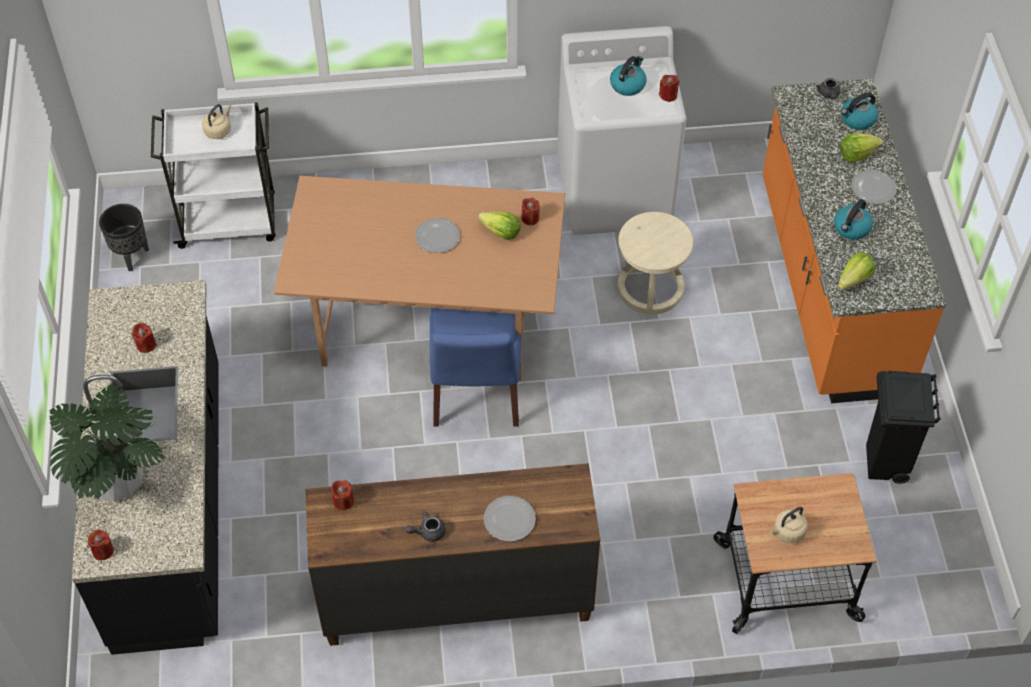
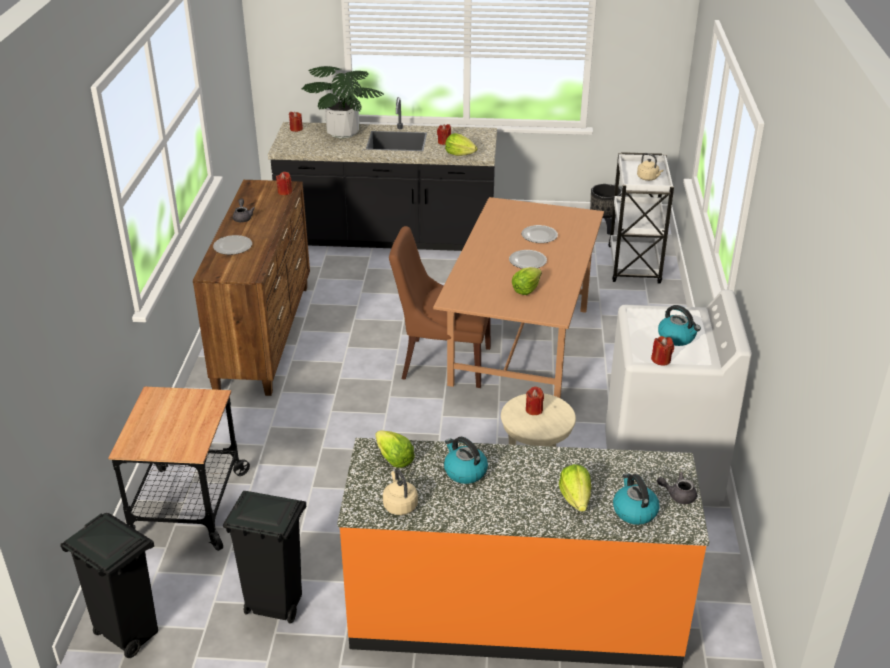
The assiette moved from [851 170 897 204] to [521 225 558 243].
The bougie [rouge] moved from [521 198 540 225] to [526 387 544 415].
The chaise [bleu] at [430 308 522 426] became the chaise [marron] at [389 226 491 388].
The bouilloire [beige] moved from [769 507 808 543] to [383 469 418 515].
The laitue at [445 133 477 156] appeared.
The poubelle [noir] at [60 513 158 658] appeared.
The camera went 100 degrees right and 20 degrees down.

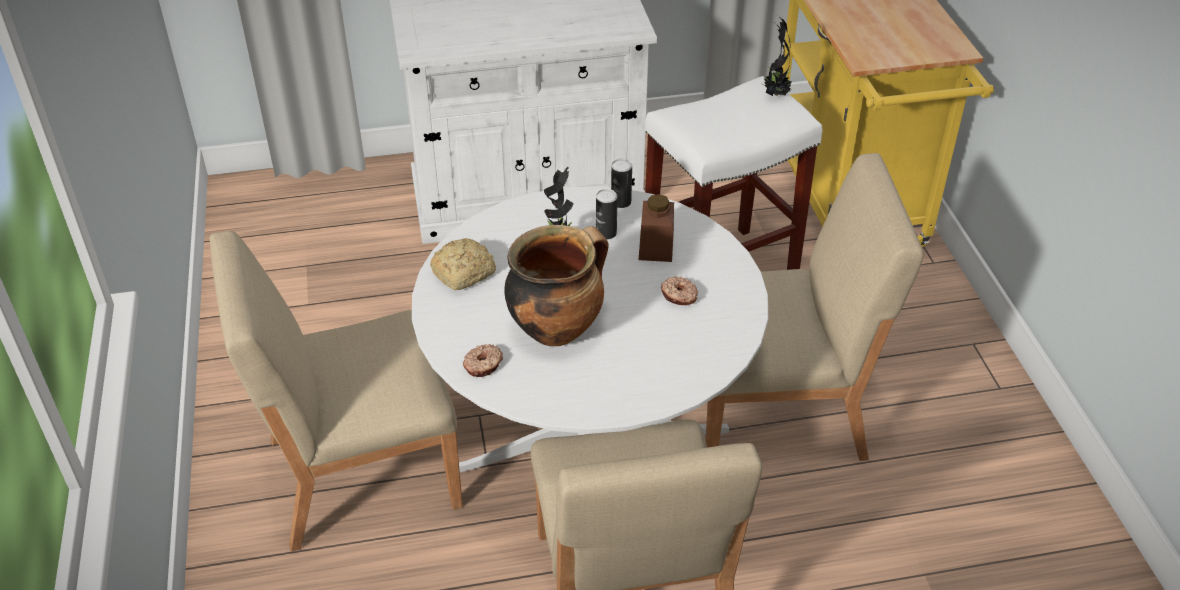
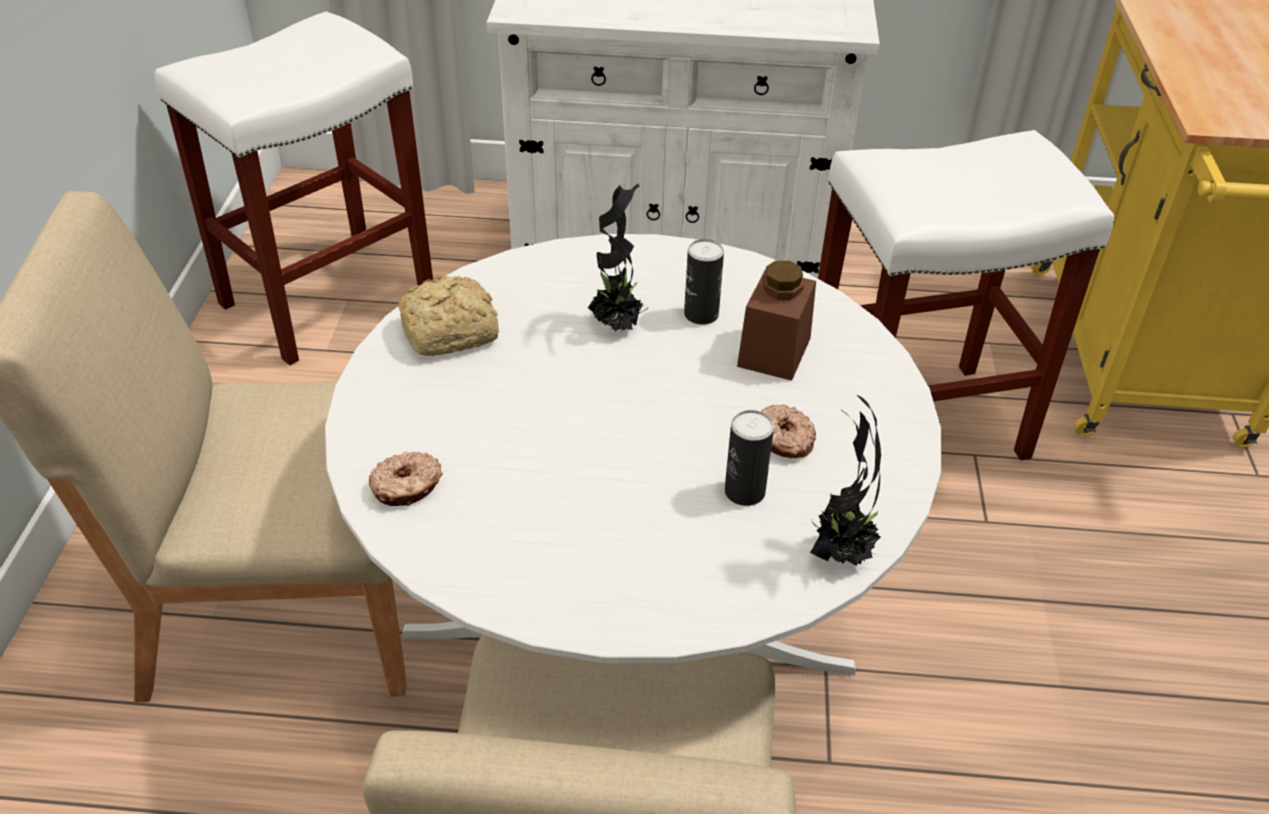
The plante en pot moved from [764 16 792 96] to [810 395 881 566].
The chaise [beige] at [705 153 924 461] disappeared.
The boîte métallique moved from [611 159 632 208] to [725 410 774 506].
The marmite at [504 225 609 346] disappeared.
The tabouret [blanc] at [155 11 433 366] appeared.
The camera went 15 degrees right and 0 degrees up.

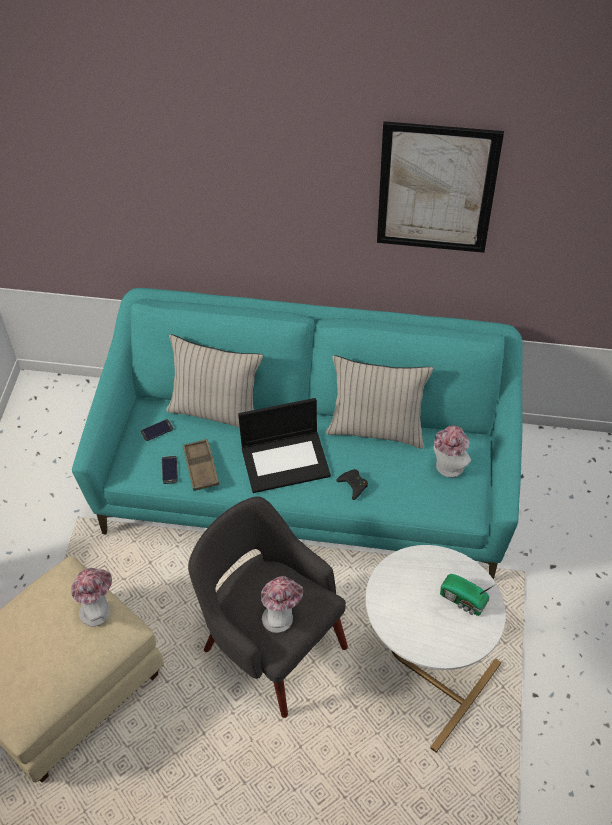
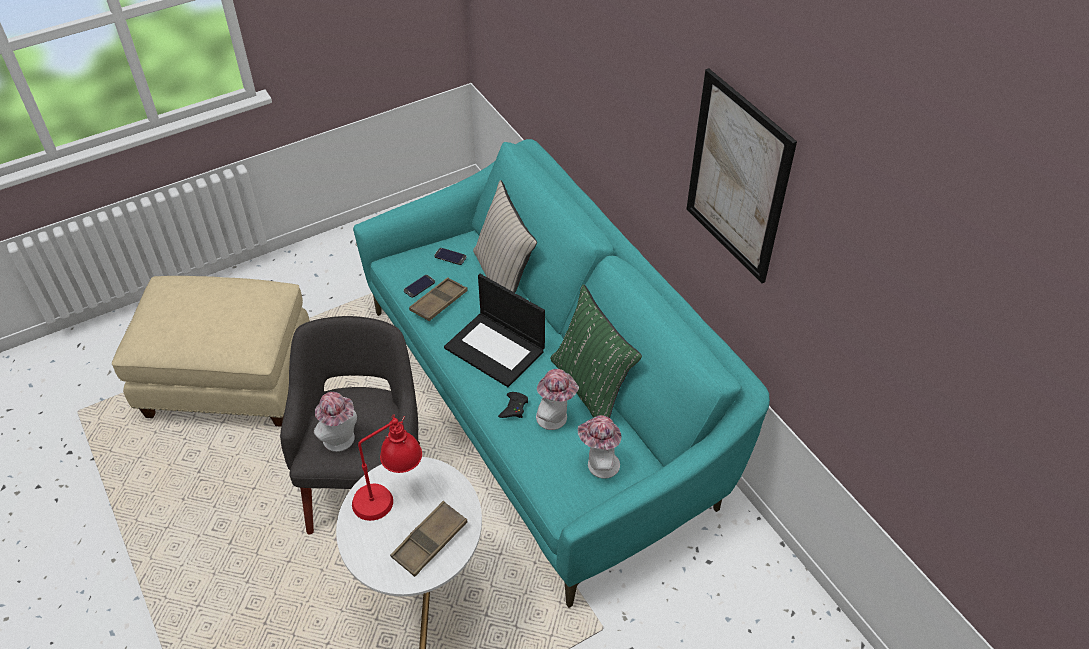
The coussin [beige] at [326 355 433 449] became the coussin [vert] at [550 284 642 418].
The chapeau moved from [71 568 112 627] to [536 369 579 430].
The radio at [440 574 496 616] was replaced by the plateau [marron] at [390 501 468 577].
The lampe de table [rouge] at [352 414 422 521] appeared.
The camera went 50 degrees right and 5 degrees down.

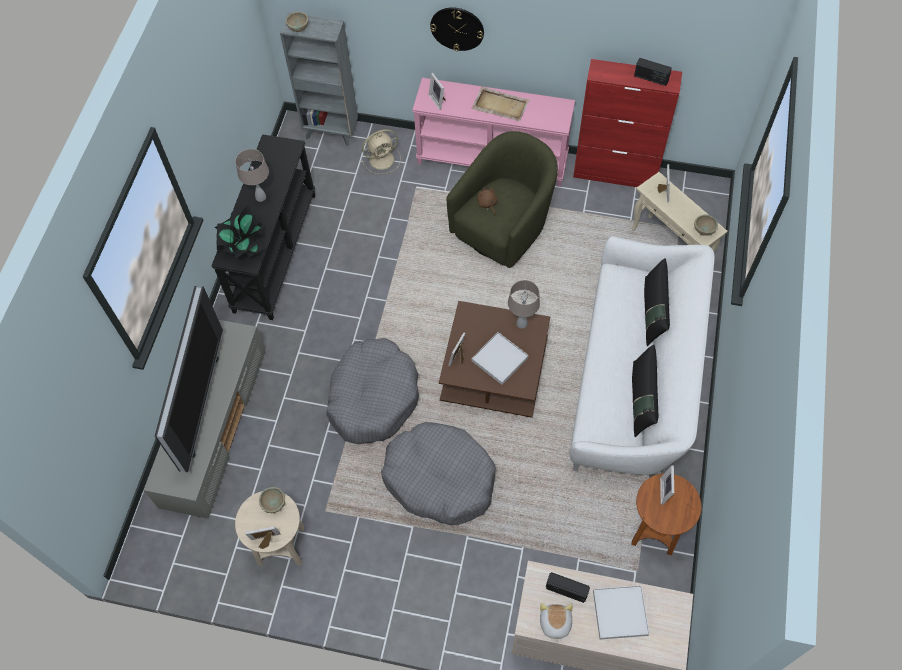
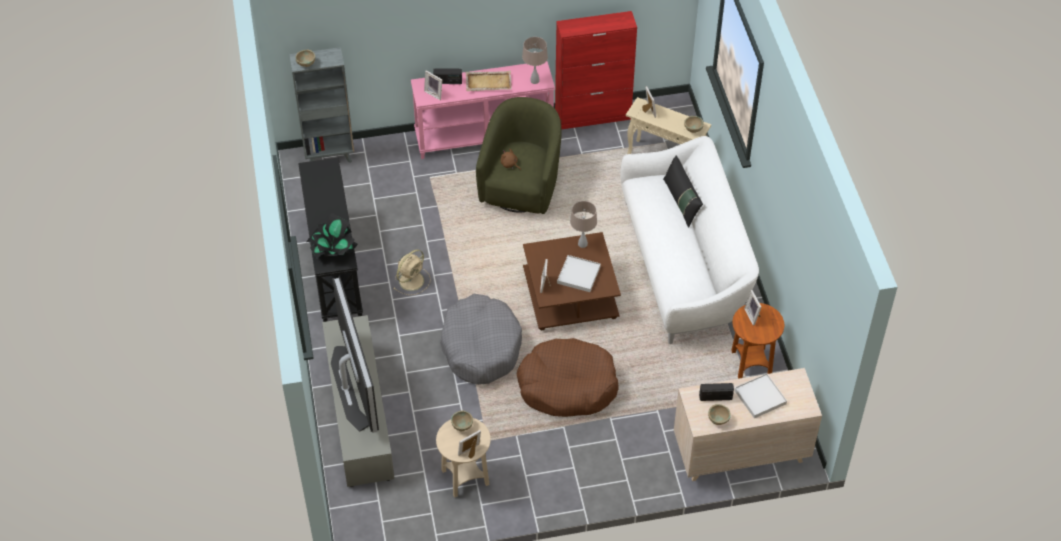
The horloge murale at [430 7 484 51] disappeared.
The radio moved from [634 58 672 86] to [433 68 462 84].
The ventilateur [beige] moved from [361 129 401 174] to [393 249 431 295].
The lampe de table [beige] moved from [235 149 269 202] to [522 37 548 84].
The coussin [noir] at [632 344 659 437] disappeared.
The panier pour chien [gris] at [381 422 496 525] became the panier pour chien [marron] at [517 338 619 417].
The peluche at [540 603 573 644] was replaced by the bol [beige] at [708 404 731 425].
The camera went 25 degrees left and 10 degrees down.

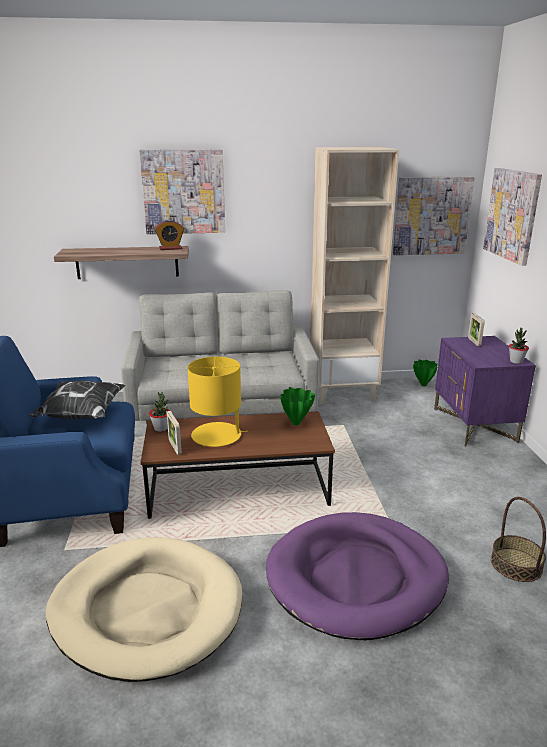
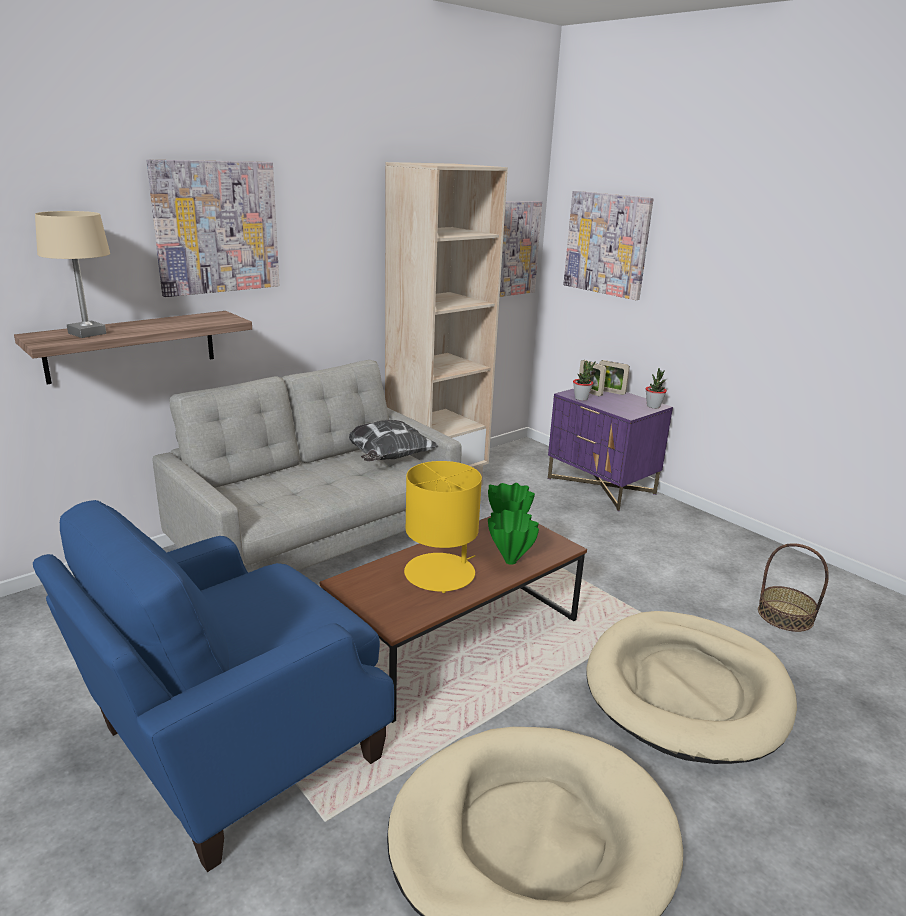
The réveil at [154 220 184 250] disappeared.
The vase [vert] moved from [413 360 438 386] to [488 510 539 565].
The coussin moved from [30 381 126 420] to [349 420 439 461].
The plante en pot moved from [149 392 170 432] to [573 361 596 401].
The cadre photo moved from [167 411 182 455] to [599 360 630 395].
The panier pour chien [violet] at [266 512 449 641] became the panier pour chien [beige] at [586 611 797 764].
The lampe de table [beige] at [35 211 110 338] appeared.
The camera went 35 degrees left and 0 degrees up.

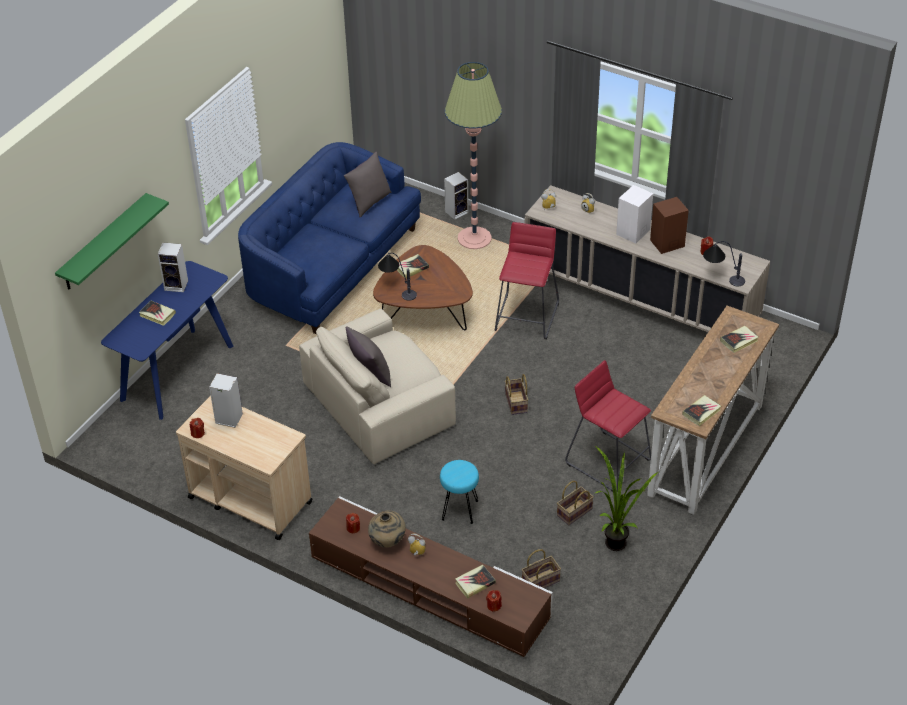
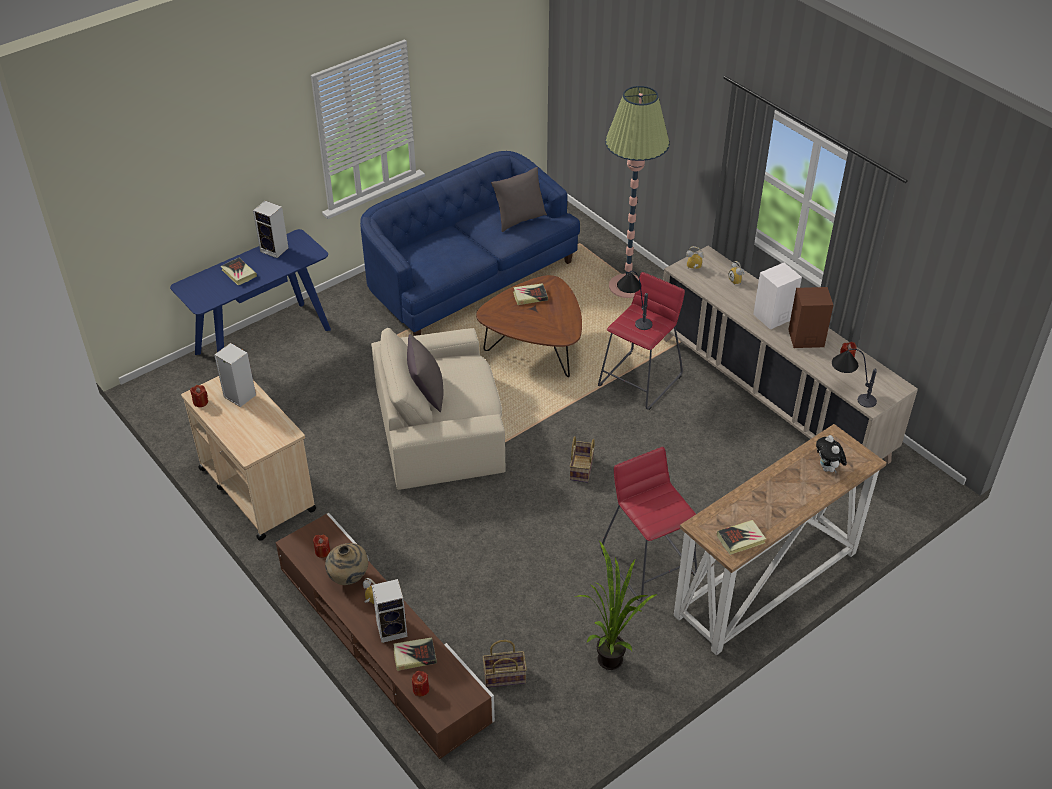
The enceinte moved from [444 172 469 220] to [372 579 407 643].
The étagère [vert] at [55 193 169 290] disappeared.
The lampe de table moved from [378 253 417 301] to [617 271 652 330].
The livre at [720 326 759 353] was replaced by the peluche at [816 435 847 474].
The tabouret [turquoise] at [440 460 479 524] disappeared.
The panier at [557 481 594 525] disappeared.
The camera went 20 degrees right and 0 degrees up.

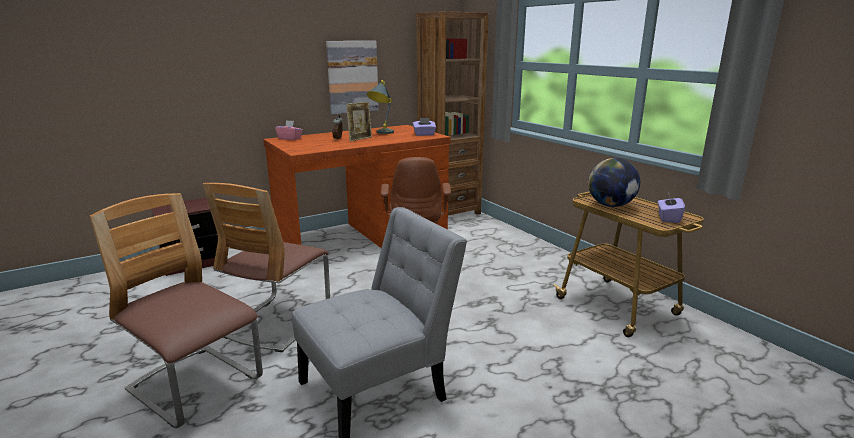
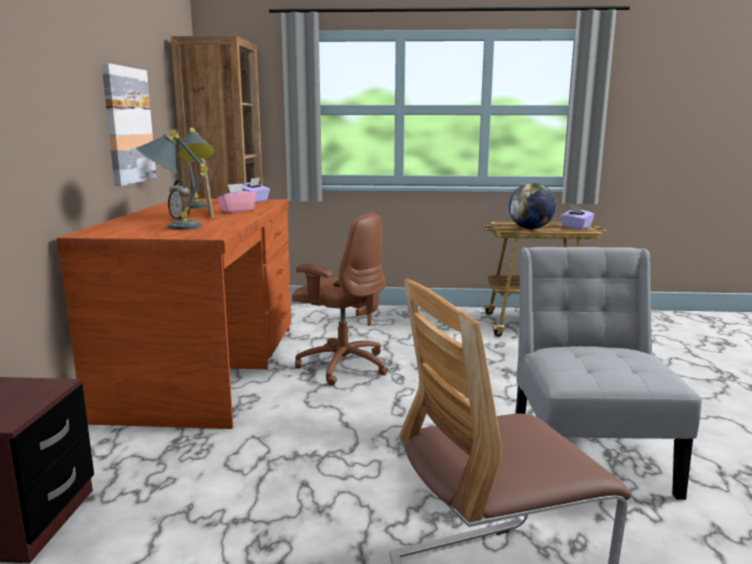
The boîte à mouchoirs [rose] moved from [275 120 303 140] to [217 183 257 213].
The chaise at [203 183 330 352] disappeared.
The lampe de table [gris] at [136 129 208 230] appeared.
The camera went 55 degrees left and 5 degrees down.

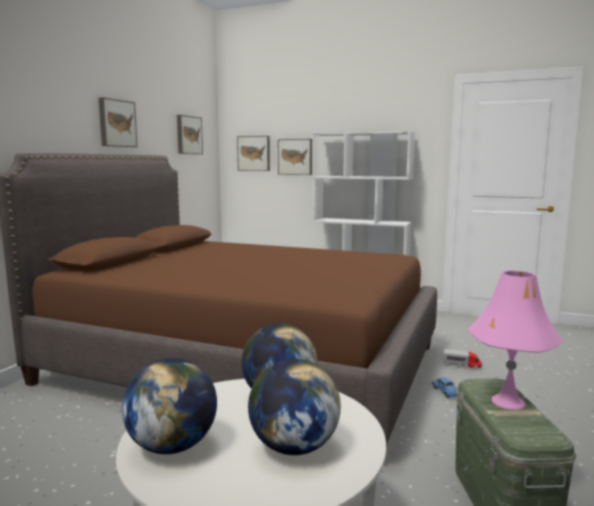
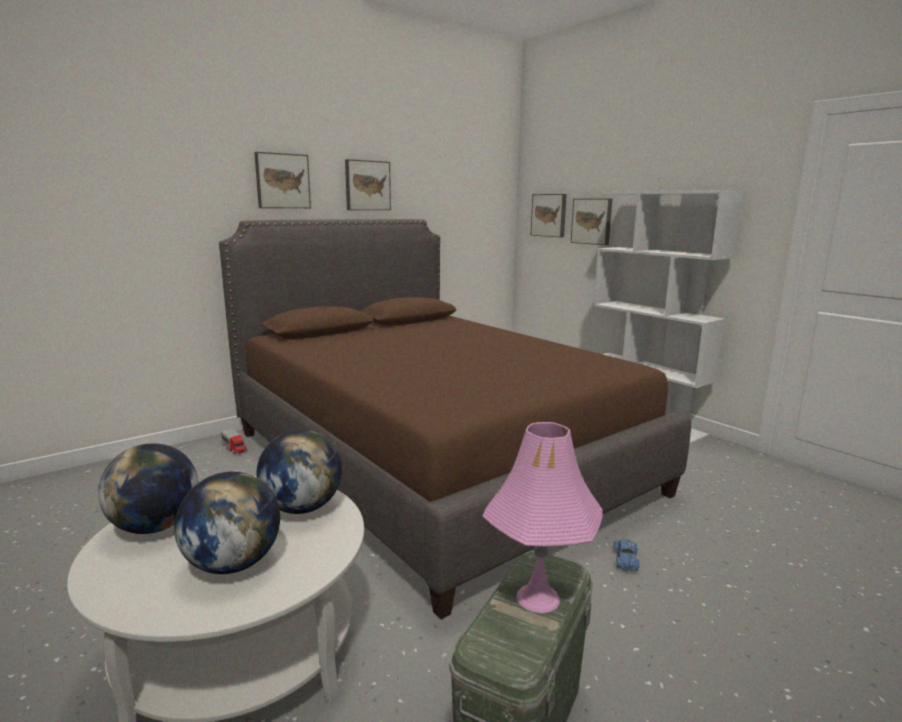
The tableau moved from [177 115 203 154] to [254 152 311 208].
The camion jouet moved from [443 349 482 370] to [221 429 247 455].
The camera went 30 degrees right and 5 degrees up.

